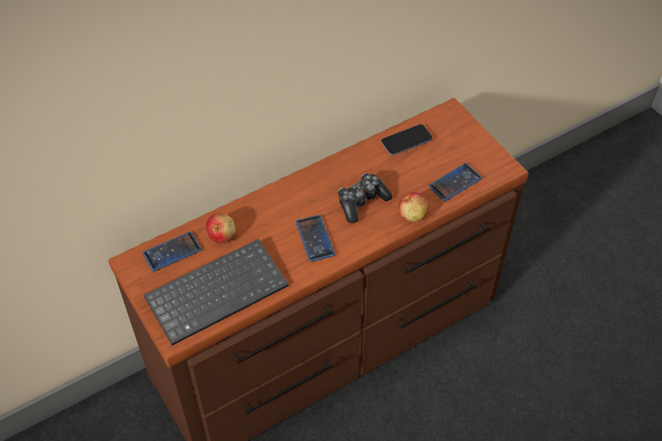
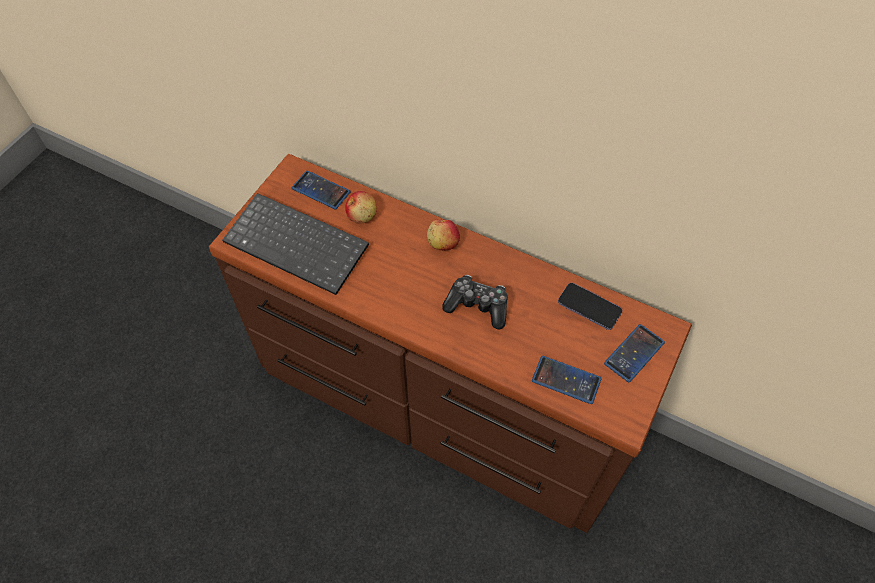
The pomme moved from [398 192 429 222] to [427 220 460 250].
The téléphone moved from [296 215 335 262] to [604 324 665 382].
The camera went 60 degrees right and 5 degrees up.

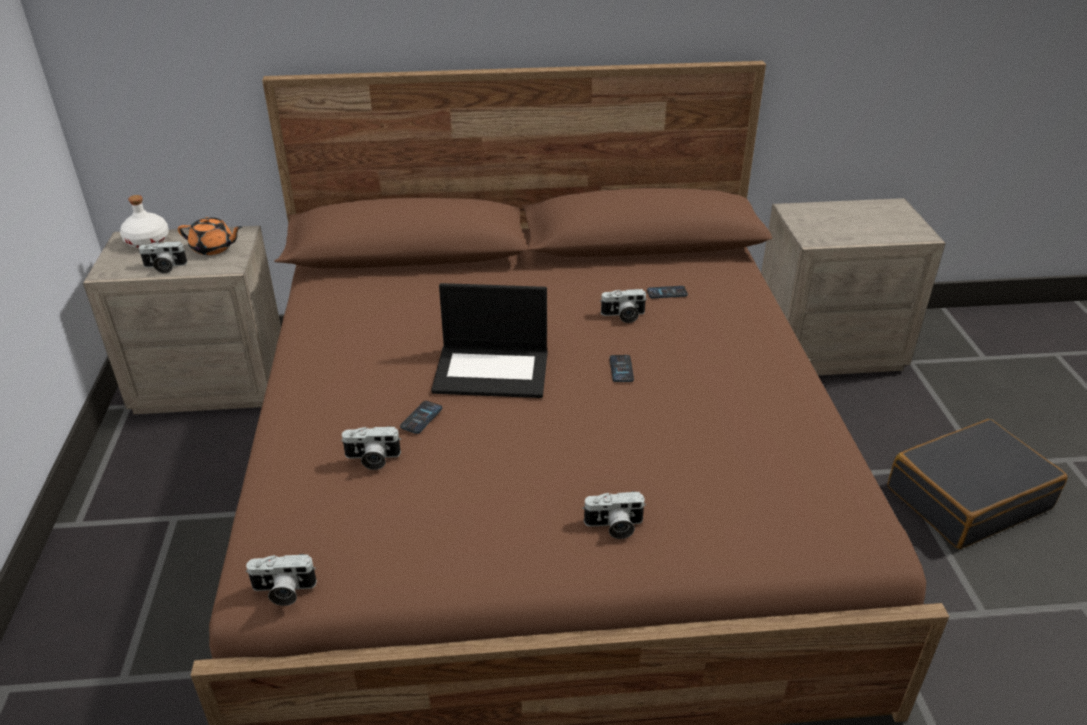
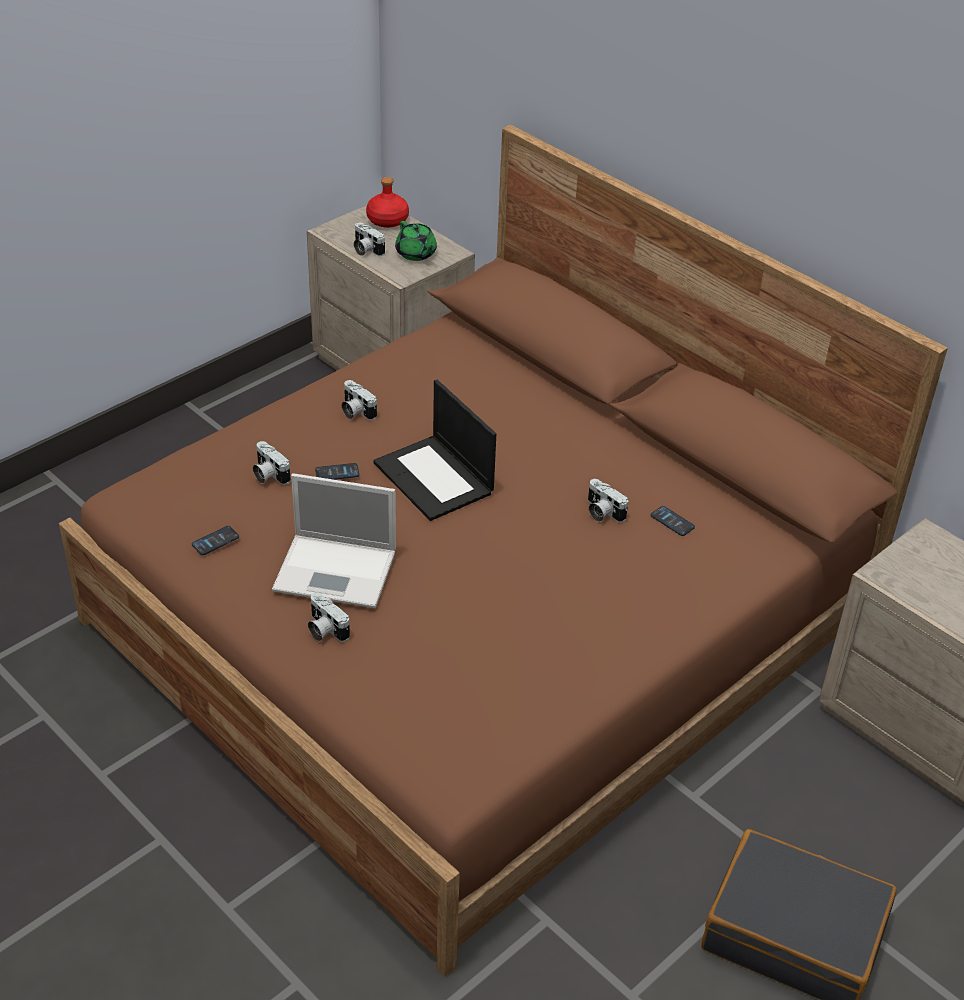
The bouteille [blanc] at [120 195 169 248] became the bouteille [rouge] at [366 177 409 228].
The théière [orange] at [178 217 242 255] became the théière [vert] at [395 221 437 261].
The téléphone moved from [610 355 634 382] to [192 526 239 555].
The appareil photo moved from [246 554 317 606] to [342 380 377 420].
The ordinateur portable at [272 473 396 608] appeared.
The camera went 50 degrees right and 5 degrees up.

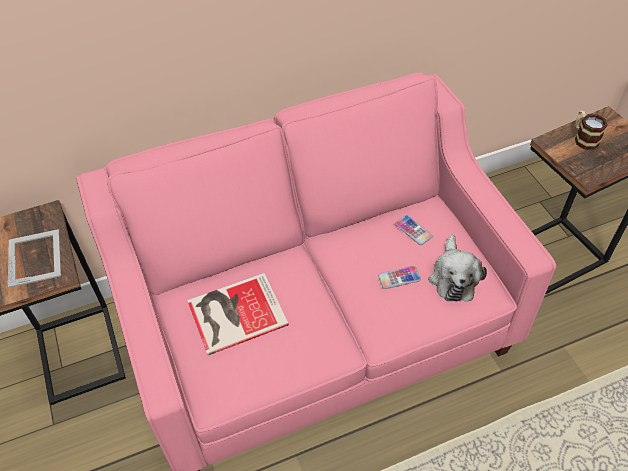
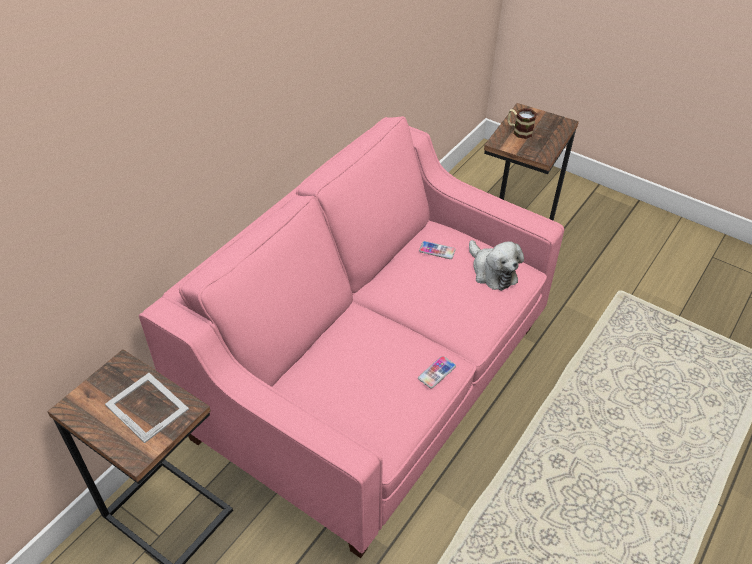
The téléphone moved from [378 266 421 289] to [418 356 456 388].
The livre at [187 273 289 355] disappeared.
The camera went 35 degrees left and 5 degrees down.

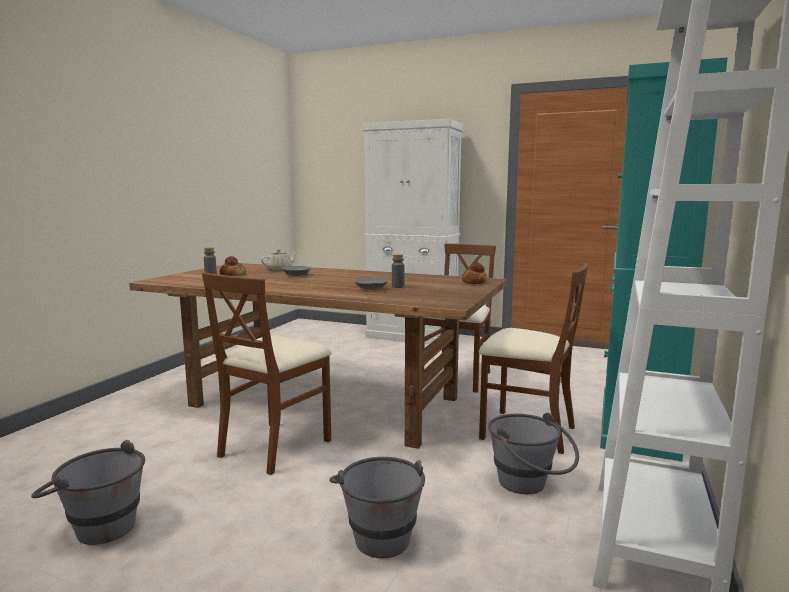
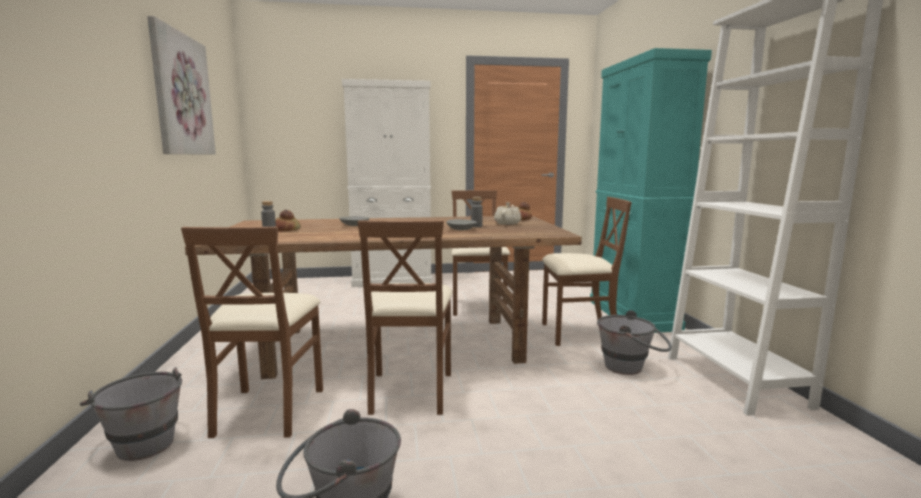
The théière [beige] moved from [261 249 298 271] to [494 202 521 225].
The seau [gris] moved from [329 457 425 558] to [80 367 182 461].
The tableau at [147 16 216 155] appeared.
The chaise [marron] at [181 227 323 438] appeared.
The camera went 30 degrees left and 0 degrees up.

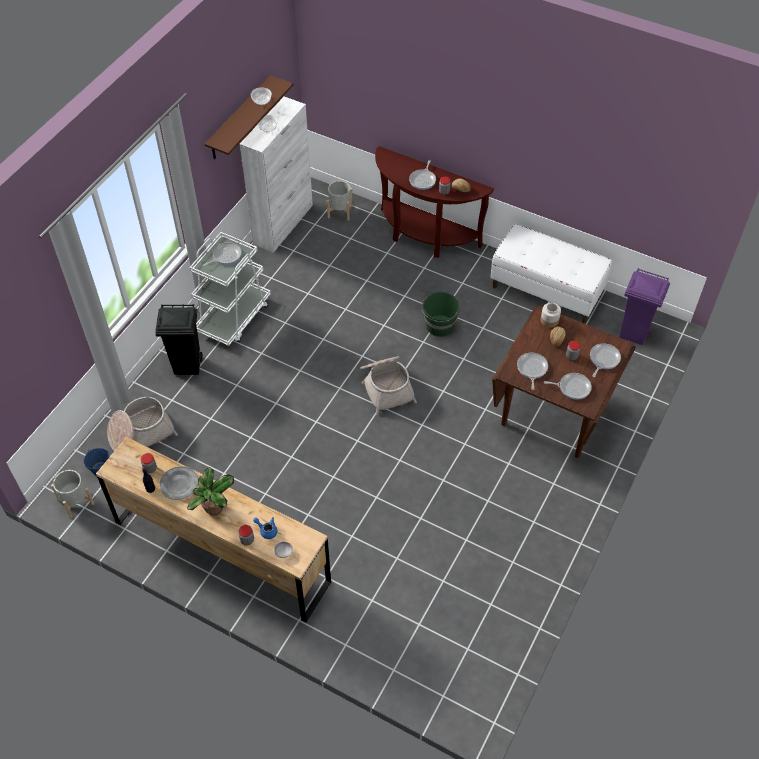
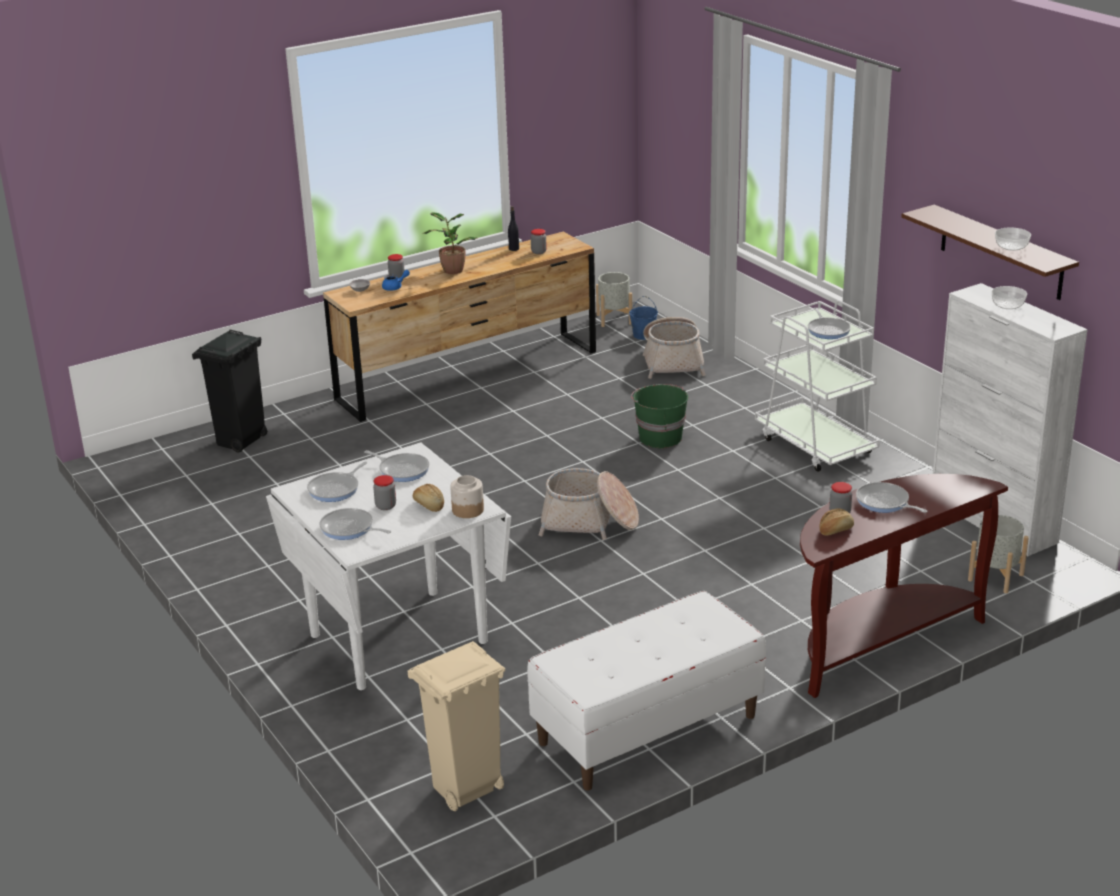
The poubelle [violet] at [619 269 670 345] became the poubelle [beige] at [407 641 505 811].
The seau [vert] moved from [421 292 460 337] to [631 384 688 449].
The poubelle [noir] moved from [155 304 203 375] to [192 330 267 453].
The table à manger [marron] at [492 306 636 458] became the table à manger [blanc] at [266 442 511 690].
The poêle at [590 343 621 377] turned 150 degrees clockwise.
The assiette [gris] at [159 466 198 500] disappeared.
The camera went 120 degrees right and 25 degrees down.

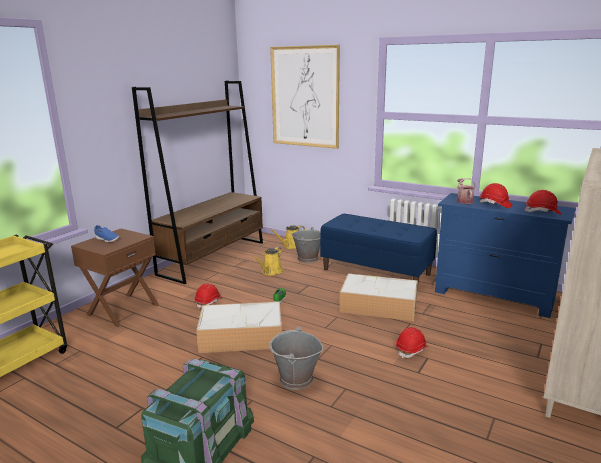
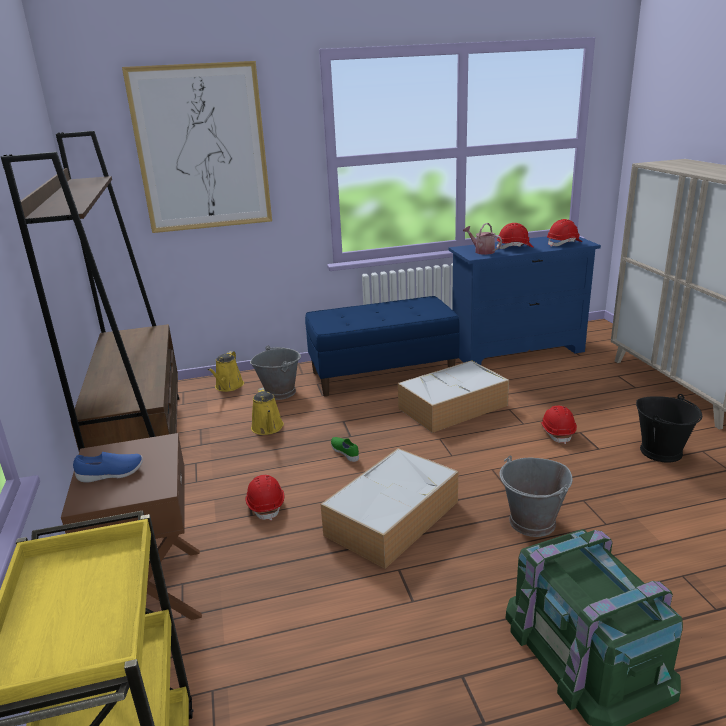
The seau [noir] at [636 394 702 463] appeared.
The camera went 45 degrees left and 5 degrees up.

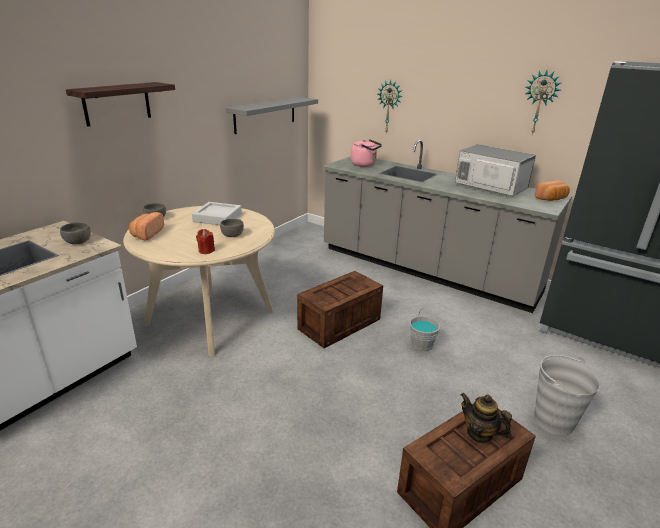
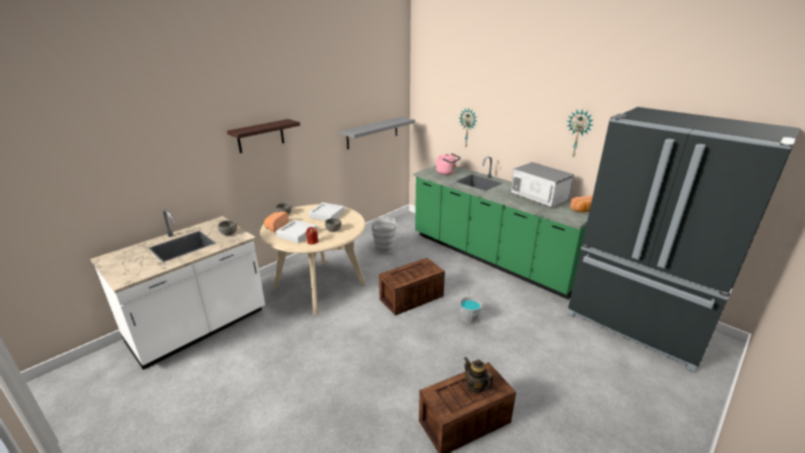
The comptoir de cuisine [gris] at [322 140 572 313] became the comptoir de cuisine [vert] at [413 156 589 299].
The seau [gris] moved from [534 355 600 435] to [371 217 396 254].
The plateau [gris] at [276 220 317 243] appeared.
The camera went 10 degrees right and 0 degrees up.

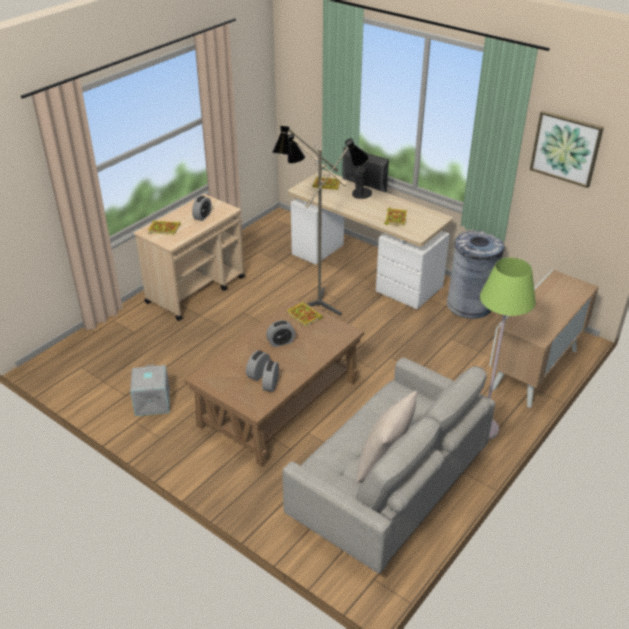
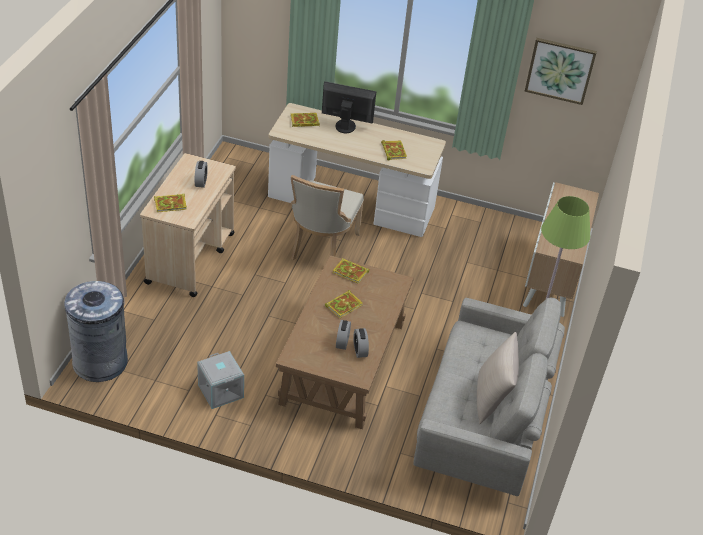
The lampadaire at [272 126 369 316] was replaced by the chaise [beige] at [291 175 364 260].
The poubelle [gris] moved from [447 231 504 319] to [64 281 128 382].
The réveil at [266 320 295 347] was replaced by the livre at [325 290 363 318].
The camera went 25 degrees left and 5 degrees up.

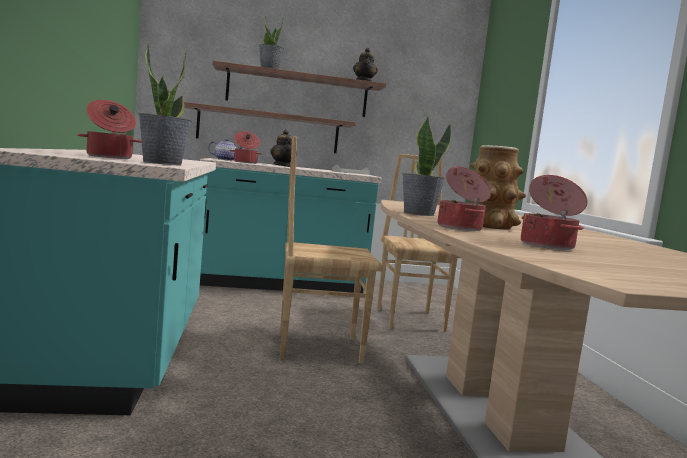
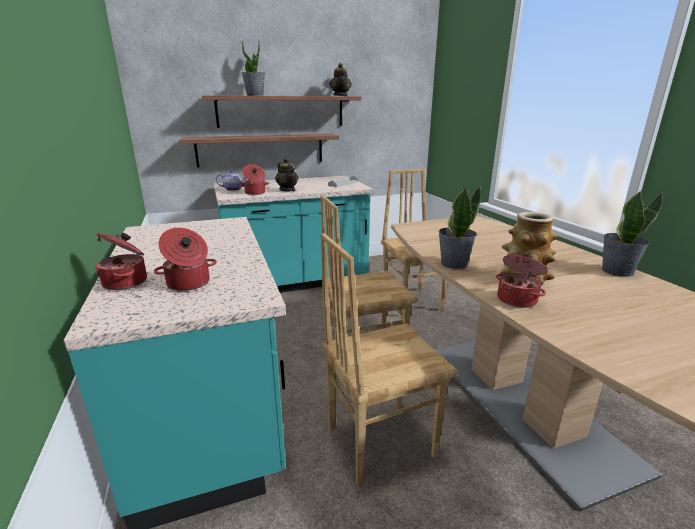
The plante en pot moved from [139 43 192 166] to [602 191 663 277].
The marmite moved from [521 175 588 250] to [95 233 147 290].
The chaise [marron] at [321 233 458 486] appeared.
The camera went 10 degrees left and 15 degrees up.

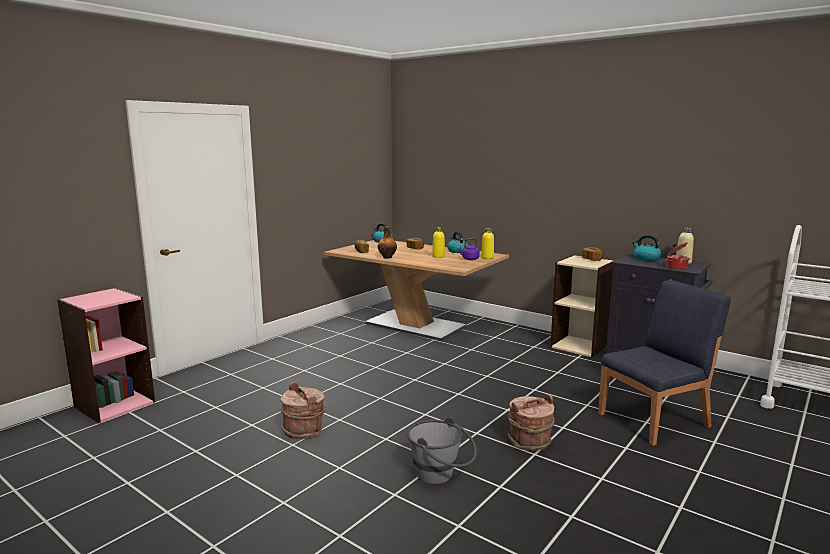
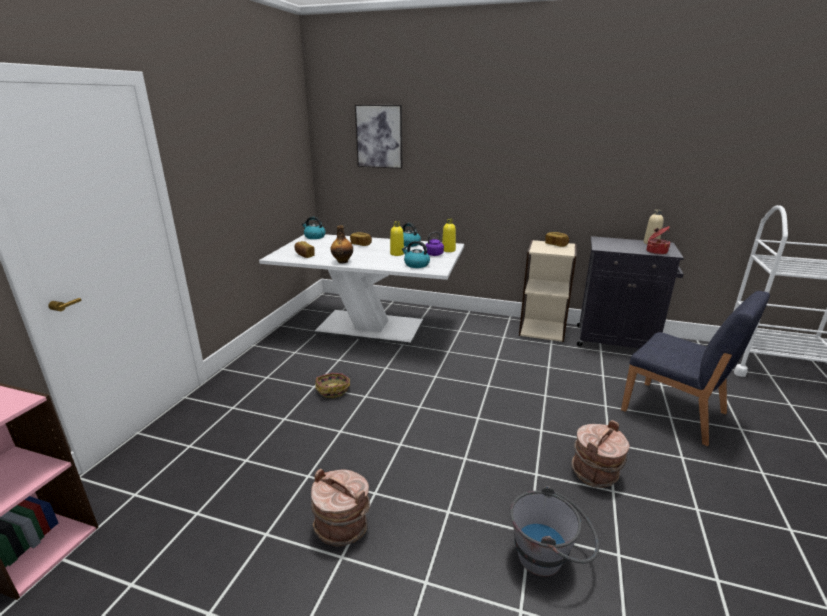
The bouilloire moved from [632 235 661 261] to [402 241 430 268].
The table à manger [marron] at [324 240 509 341] became the table à manger [blanc] at [259 234 464 345].
The chaise [bleu] at [598 280 731 446] turned 90 degrees clockwise.
The tableau at [355 105 402 169] appeared.
The panier at [315 373 350 398] appeared.
The camera went 20 degrees left and 10 degrees up.

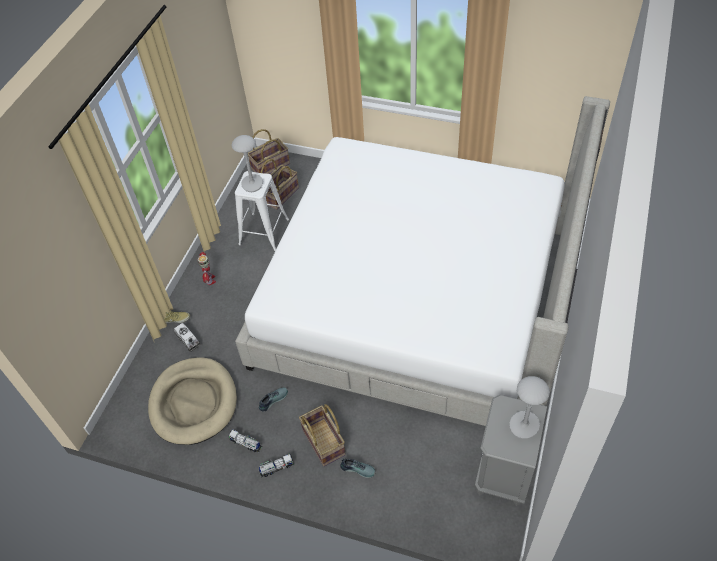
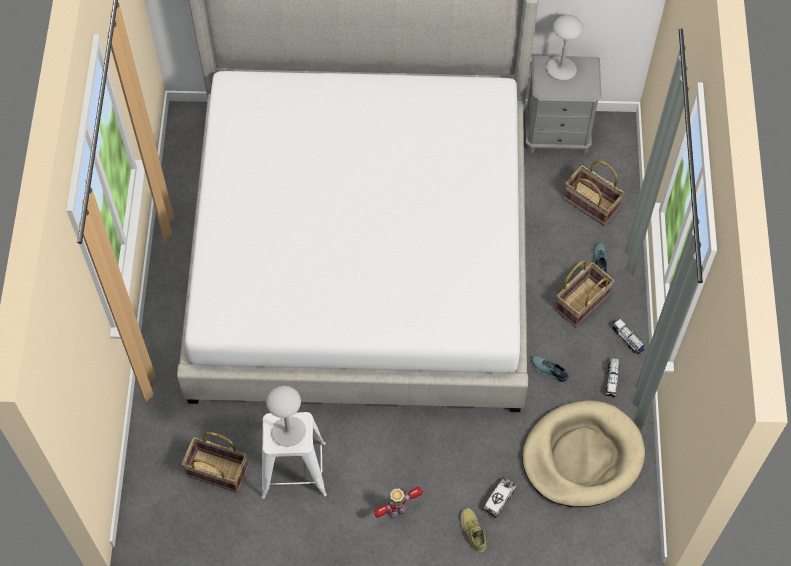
The panier moved from [248 129 290 174] to [563 160 624 226].
The camera went 110 degrees left and 10 degrees up.

